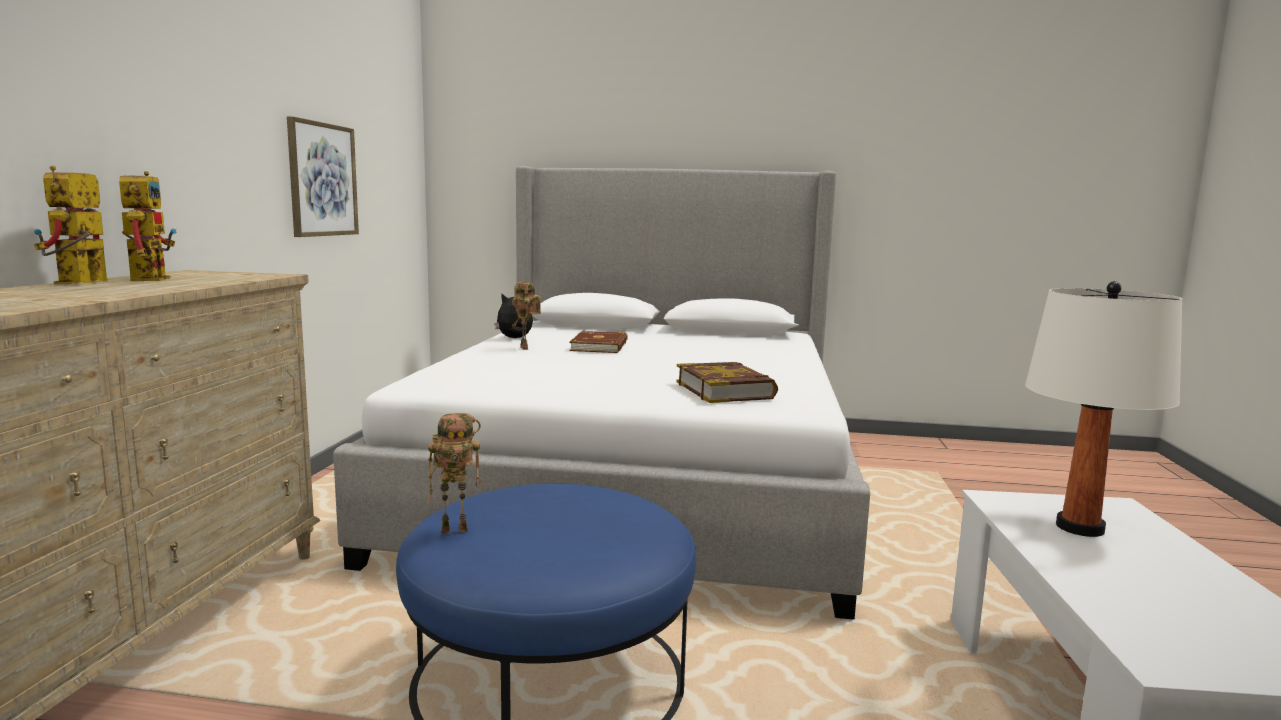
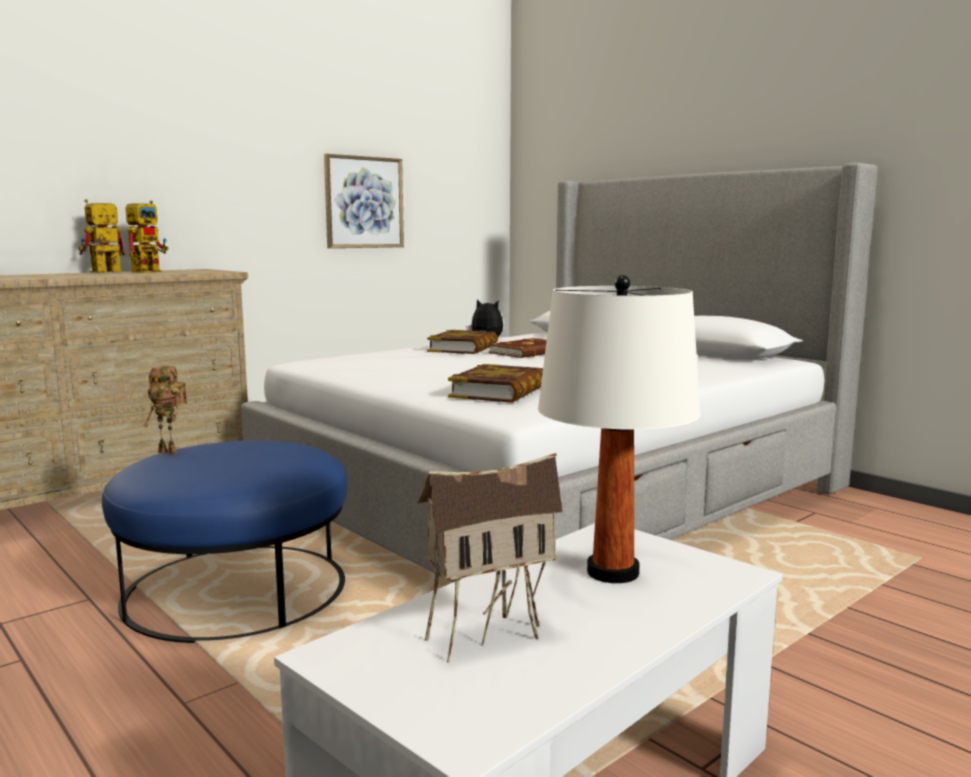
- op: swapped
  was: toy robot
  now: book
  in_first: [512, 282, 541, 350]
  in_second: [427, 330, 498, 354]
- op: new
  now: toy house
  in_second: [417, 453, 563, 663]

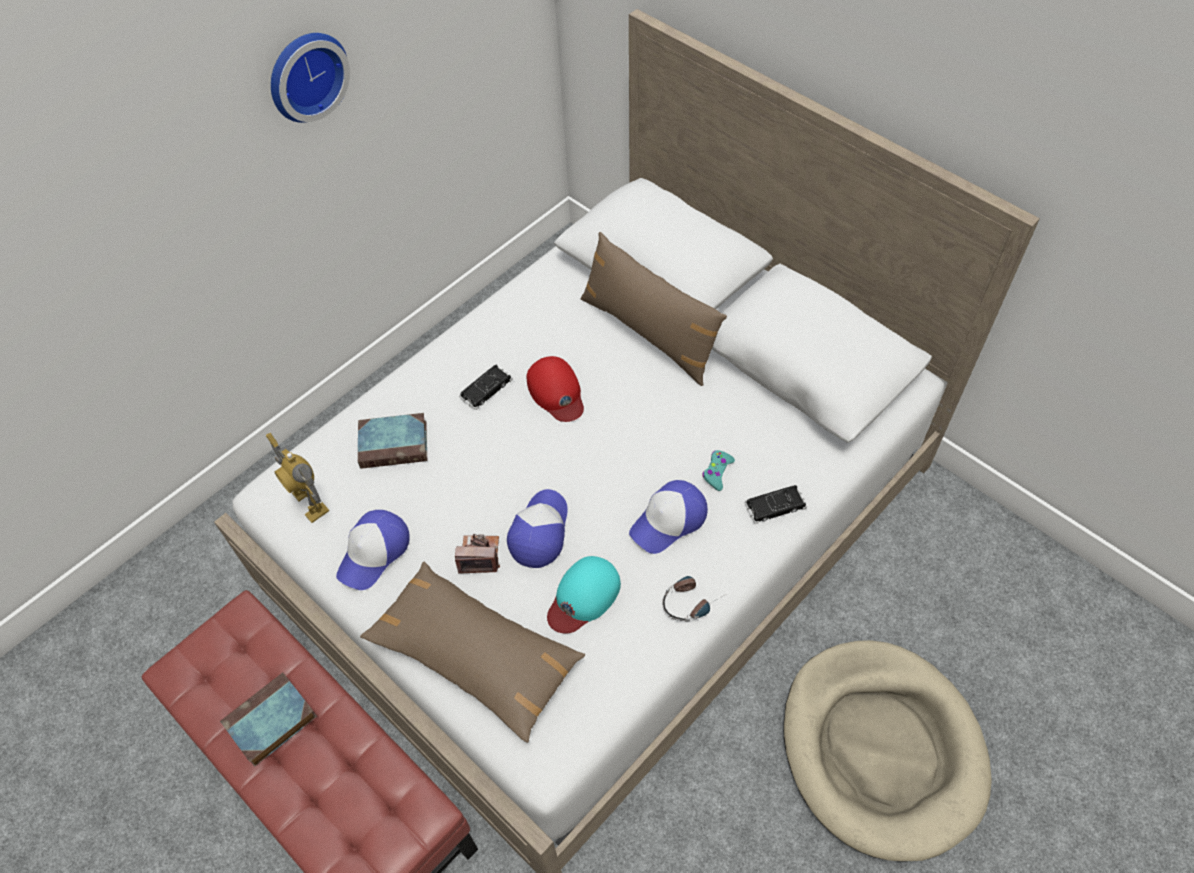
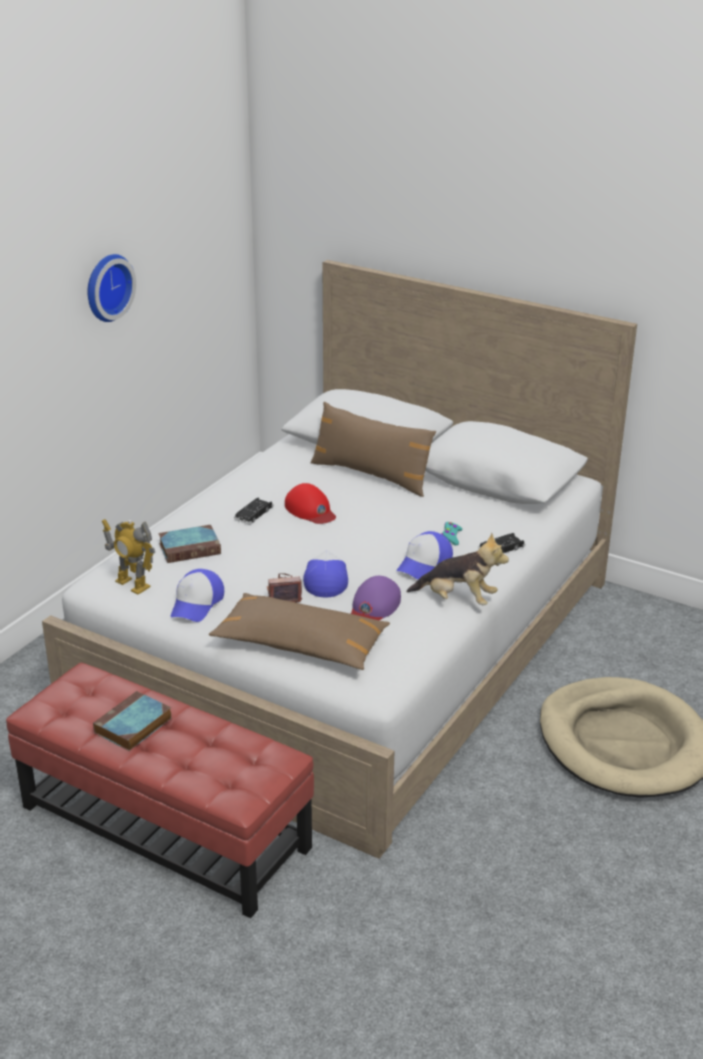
- op: repainted
  was: turquoise cap
  now: purple cap
  in_first: [547, 556, 621, 634]
  in_second: [351, 576, 401, 620]
- op: swapped
  was: headphones
  now: plush toy
  in_first: [662, 576, 725, 622]
  in_second: [406, 533, 509, 605]

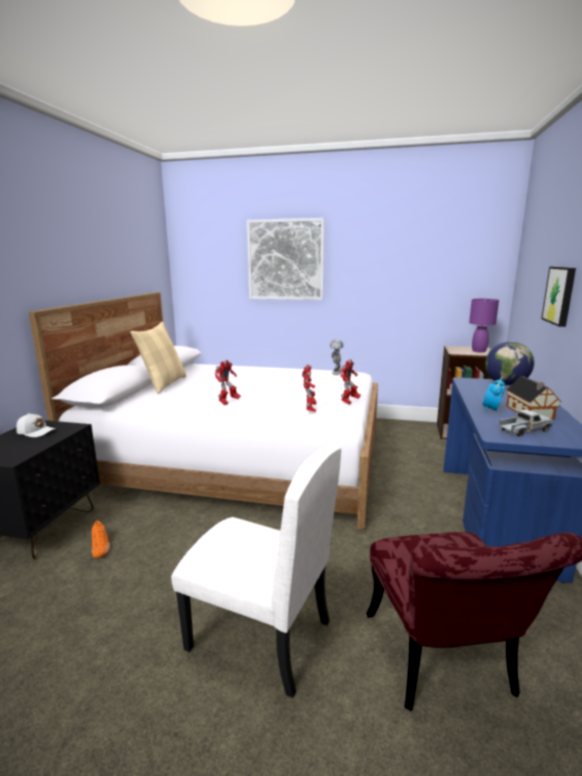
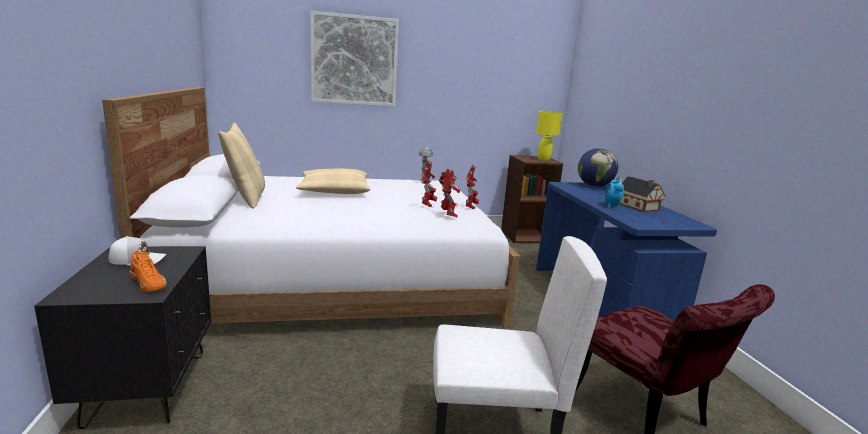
- op: shifted
  was: orange shoe
  in_first: [91, 521, 110, 558]
  in_second: [130, 250, 167, 292]
- op: shifted
  was: toy robot
  in_first: [214, 360, 241, 405]
  in_second: [422, 161, 438, 207]
- op: repainted
  was: purple table lamp
  now: yellow table lamp
  in_first: [469, 299, 499, 353]
  in_second: [536, 111, 562, 161]
- op: gone
  was: toy truck
  in_first: [499, 410, 553, 437]
- op: gone
  was: picture
  in_first: [541, 267, 576, 327]
- op: new
  now: beige pillow
  in_second: [296, 169, 370, 194]

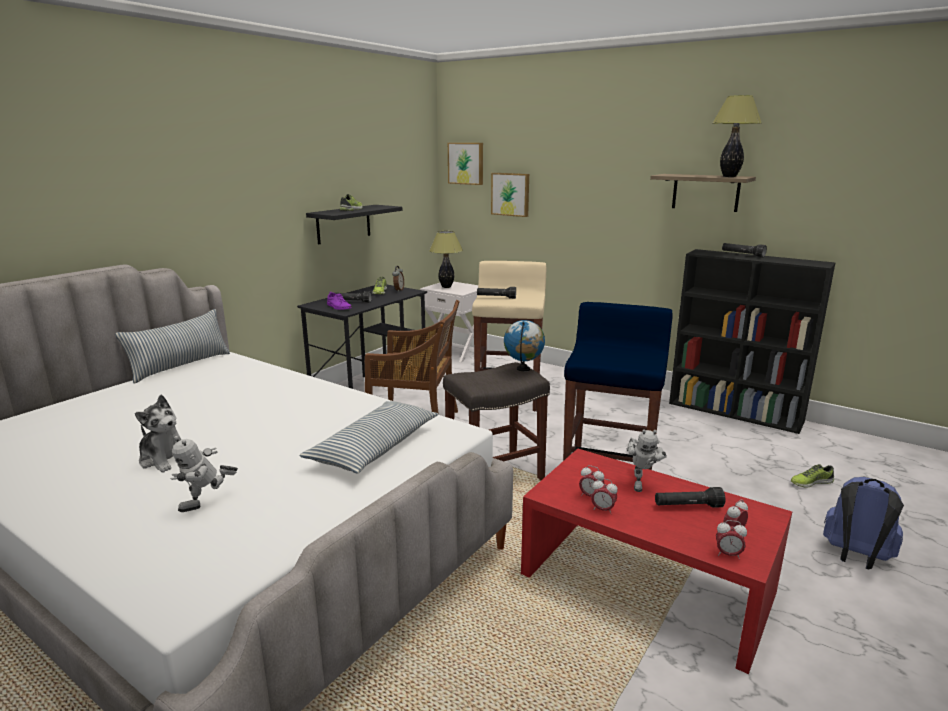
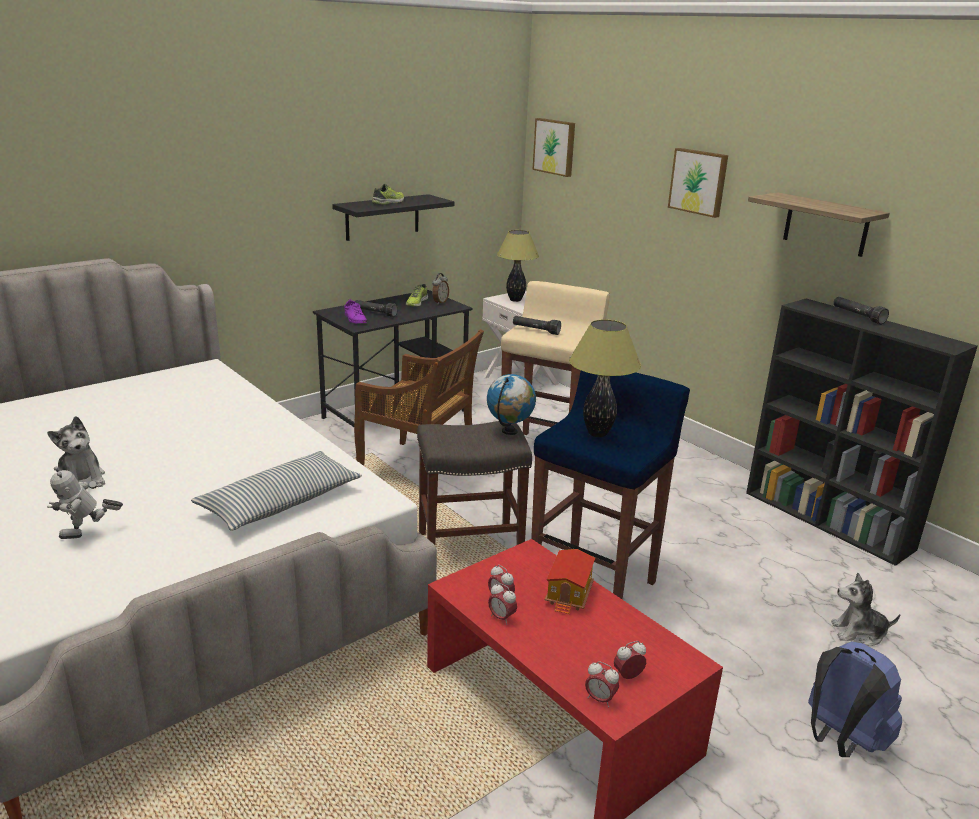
- op: gone
  was: pillow
  in_first: [115, 309, 230, 384]
- op: shifted
  was: picture
  in_first: [491, 173, 529, 217]
  in_second: [668, 148, 728, 218]
- op: swapped
  was: toy robot
  now: toy house
  in_first: [627, 430, 667, 492]
  in_second: [545, 549, 595, 615]
- op: gone
  was: black flashlight
  in_first: [655, 487, 725, 508]
- op: shifted
  was: table lamp
  in_first: [712, 95, 762, 177]
  in_second: [569, 319, 641, 437]
- op: swapped
  was: shoe
  now: plush toy
  in_first: [791, 464, 834, 488]
  in_second: [831, 573, 900, 646]

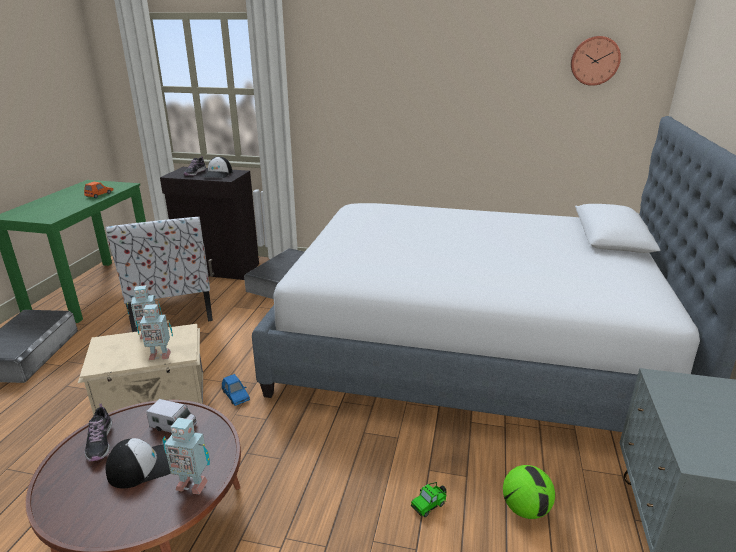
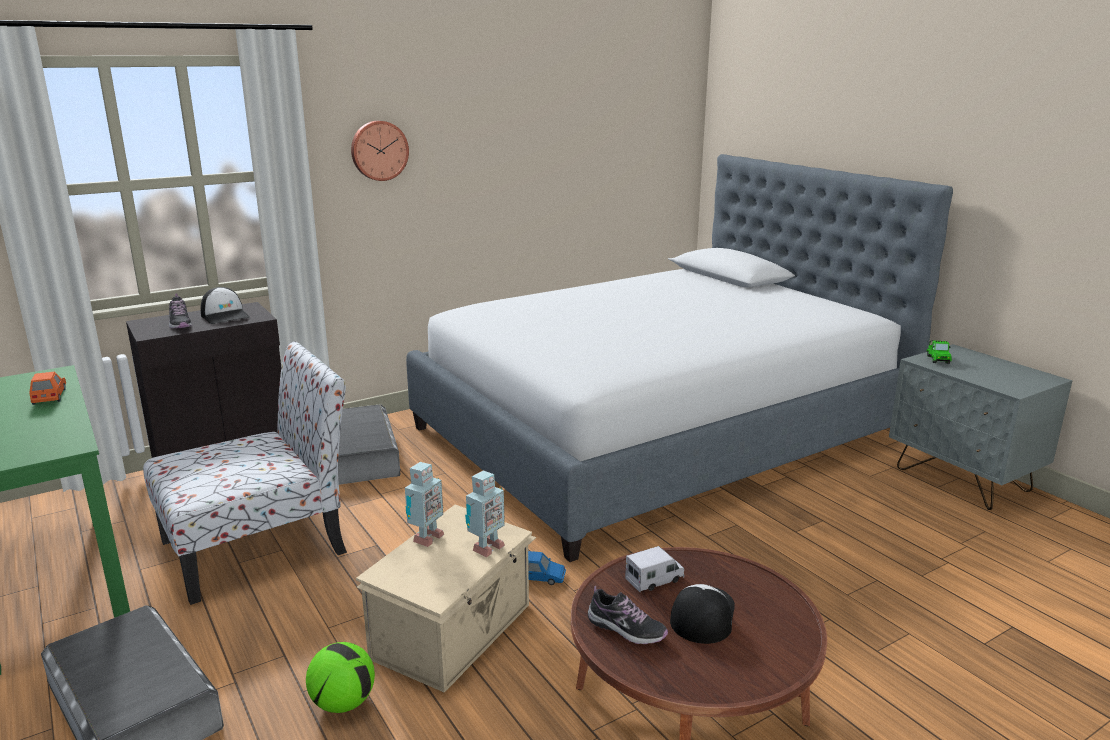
- op: rotated
  was: chair
  in_first: [106, 216, 213, 332]
  in_second: [143, 341, 347, 605]
  clockwise: -60
- op: gone
  was: toy robot
  in_first: [162, 418, 210, 495]
- op: shifted
  was: toy car
  in_first: [411, 482, 447, 517]
  in_second: [927, 340, 952, 364]
- op: shifted
  was: football
  in_first: [503, 465, 555, 519]
  in_second: [306, 642, 375, 713]
- op: shifted
  was: wall clock
  in_first: [571, 36, 621, 86]
  in_second: [351, 121, 409, 181]

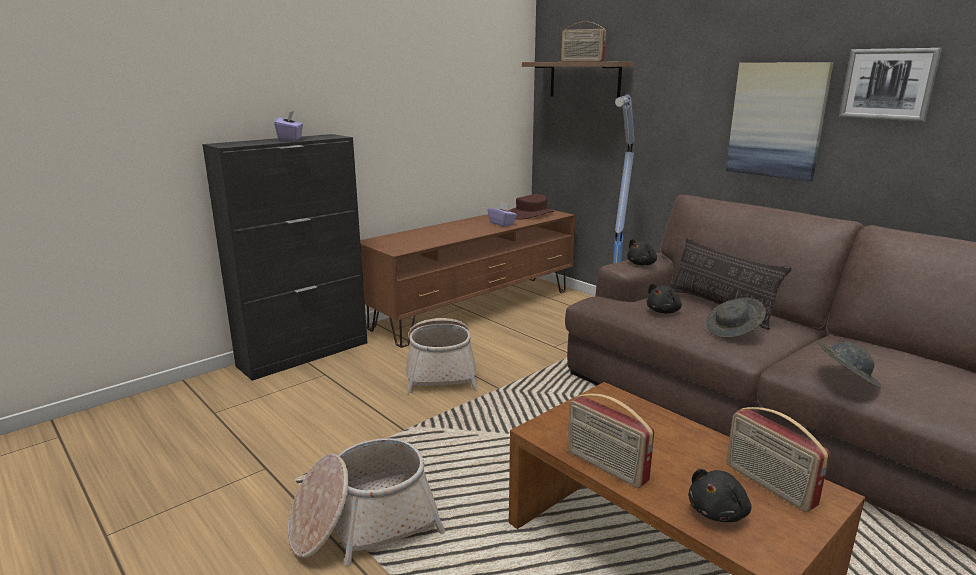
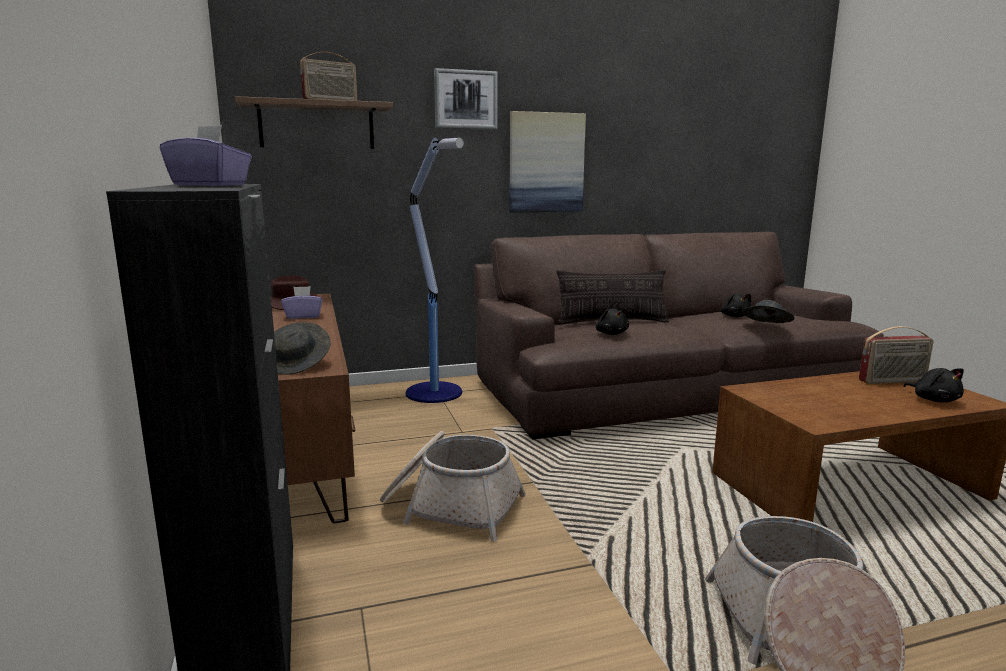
- op: gone
  was: radio
  in_first: [567, 394, 654, 488]
- op: shifted
  was: black plush toy
  in_first: [627, 239, 657, 265]
  in_second: [721, 294, 752, 317]
- op: shifted
  was: grey hat
  in_first: [706, 298, 766, 338]
  in_second: [274, 322, 331, 375]
- op: shifted
  was: picture
  in_first: [839, 48, 942, 122]
  in_second: [434, 68, 498, 130]

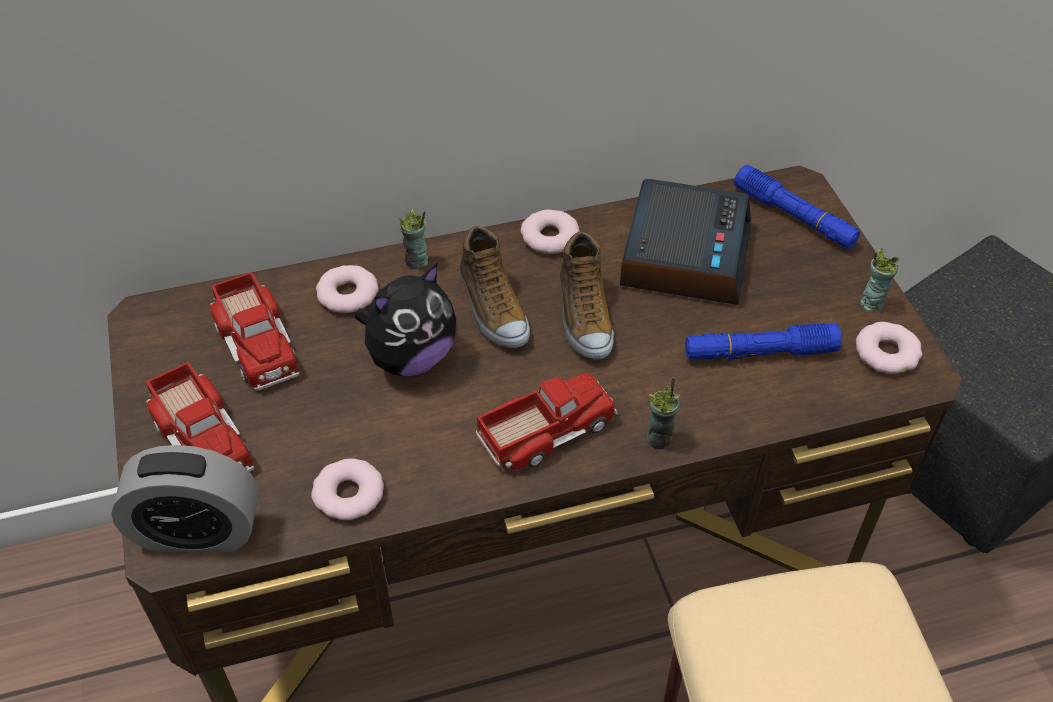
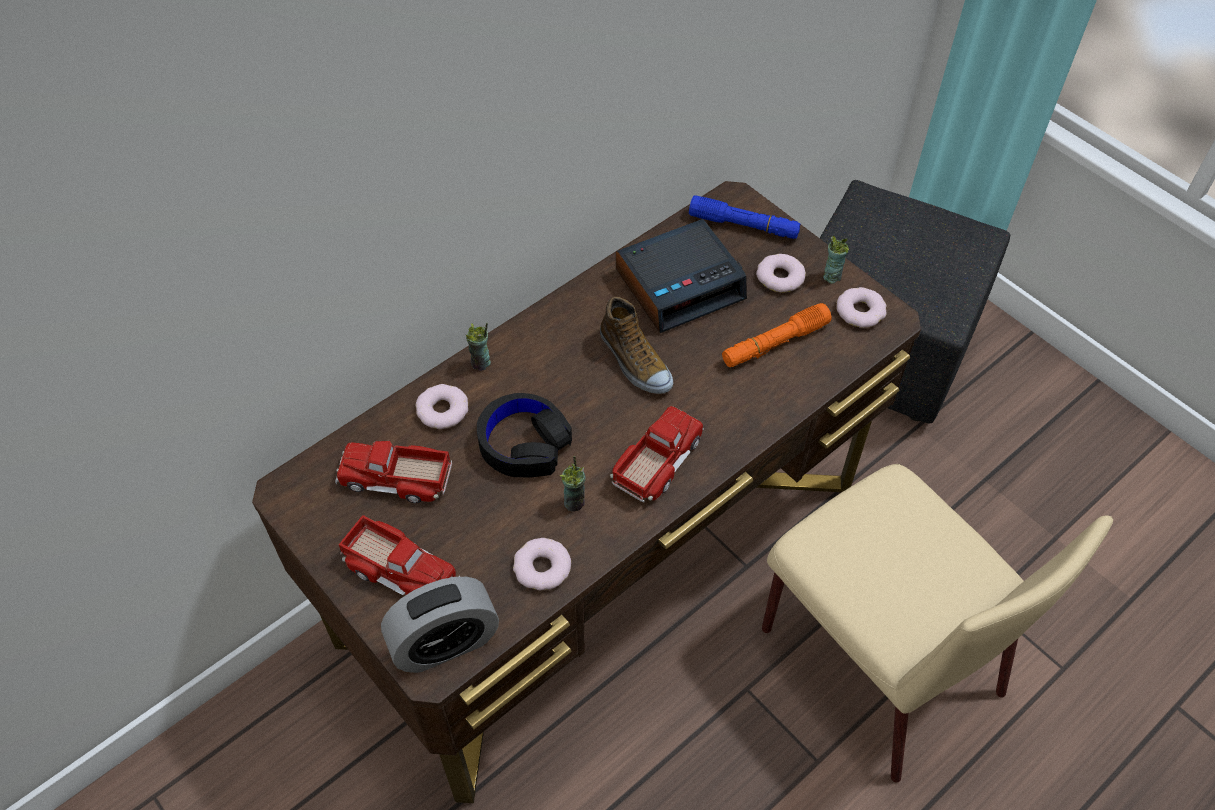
- op: rotated
  was: toy truck
  in_first: [210, 272, 300, 391]
  in_second: [335, 441, 452, 503]
  clockwise: 150
- op: swapped
  was: plush toy
  now: black headphones
  in_first: [355, 264, 456, 377]
  in_second: [477, 393, 572, 477]
- op: gone
  was: shoe
  in_first: [460, 226, 530, 348]
- op: shifted
  was: donut
  in_first: [521, 209, 580, 254]
  in_second: [756, 254, 806, 292]
- op: rotated
  was: alarm clock
  in_first: [620, 179, 751, 305]
  in_second: [616, 219, 747, 333]
  clockwise: 75
- op: shifted
  was: cup
  in_first: [646, 377, 680, 449]
  in_second: [560, 456, 586, 511]
- op: repainted
  was: blue flashlight
  now: orange flashlight
  in_first: [685, 323, 842, 361]
  in_second: [722, 303, 832, 367]

